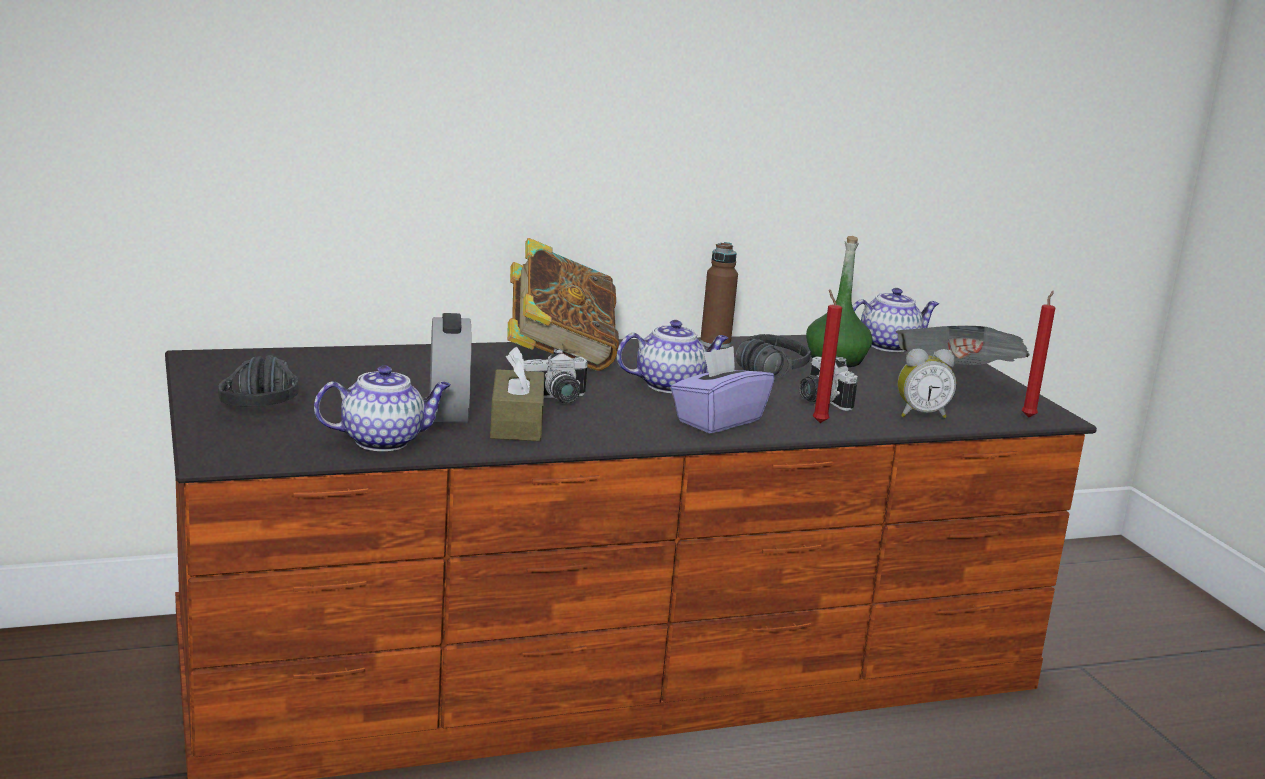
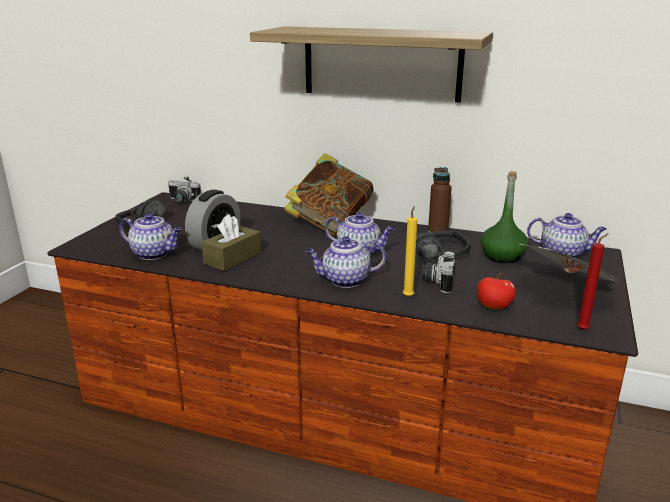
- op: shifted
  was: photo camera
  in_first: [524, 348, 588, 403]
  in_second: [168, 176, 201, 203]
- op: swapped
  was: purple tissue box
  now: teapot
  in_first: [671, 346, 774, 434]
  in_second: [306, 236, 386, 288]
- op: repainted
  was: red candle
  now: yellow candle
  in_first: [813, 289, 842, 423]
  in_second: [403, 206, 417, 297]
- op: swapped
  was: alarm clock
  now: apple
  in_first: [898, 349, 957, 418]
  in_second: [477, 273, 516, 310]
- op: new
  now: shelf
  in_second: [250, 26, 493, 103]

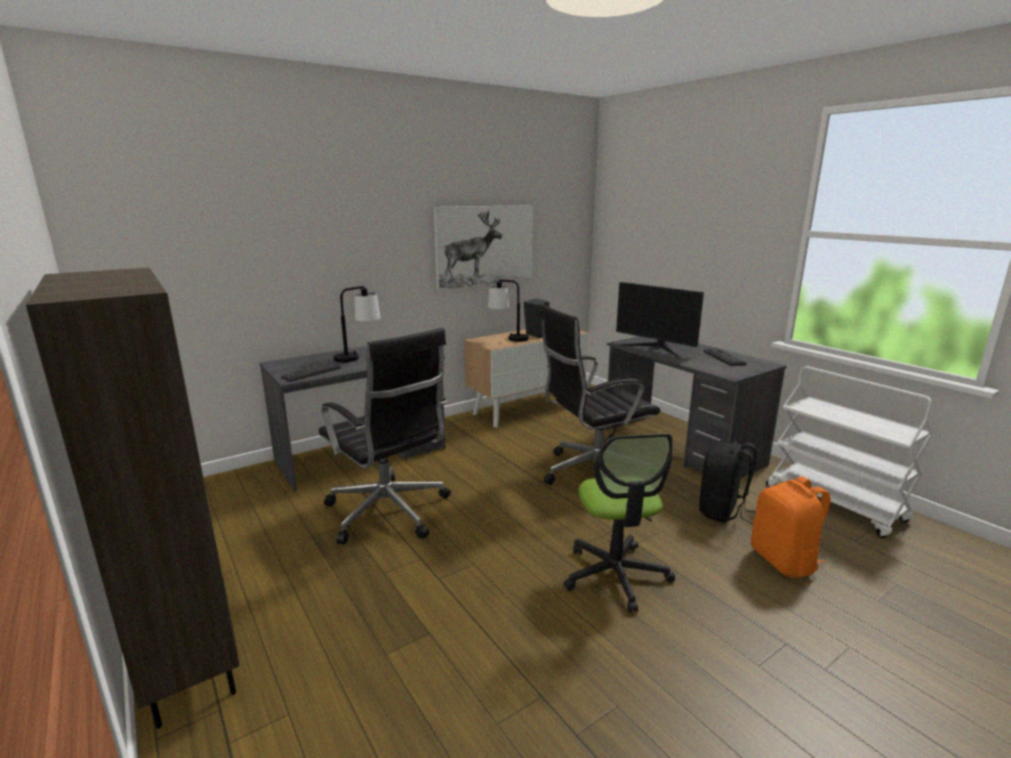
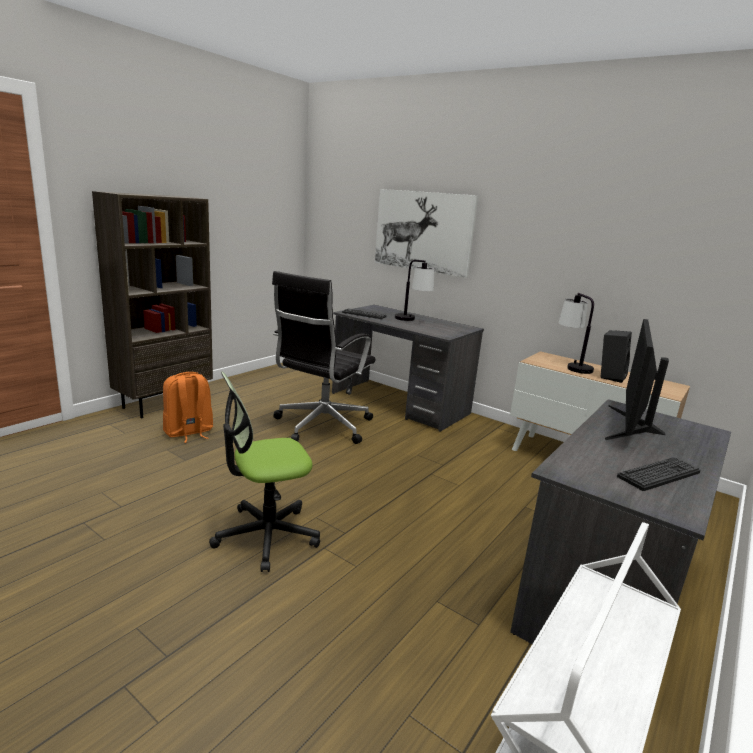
- op: shifted
  was: picture
  in_first: [434, 205, 533, 290]
  in_second: [375, 189, 478, 278]
- op: gone
  was: black office chair
  in_first: [539, 304, 660, 485]
- op: gone
  was: black backpack
  in_first: [699, 441, 757, 525]
- op: shifted
  was: orange backpack
  in_first: [751, 476, 831, 578]
  in_second: [163, 372, 213, 443]

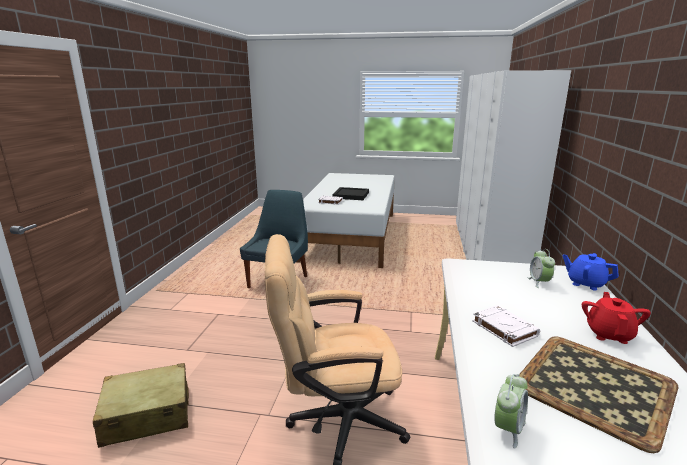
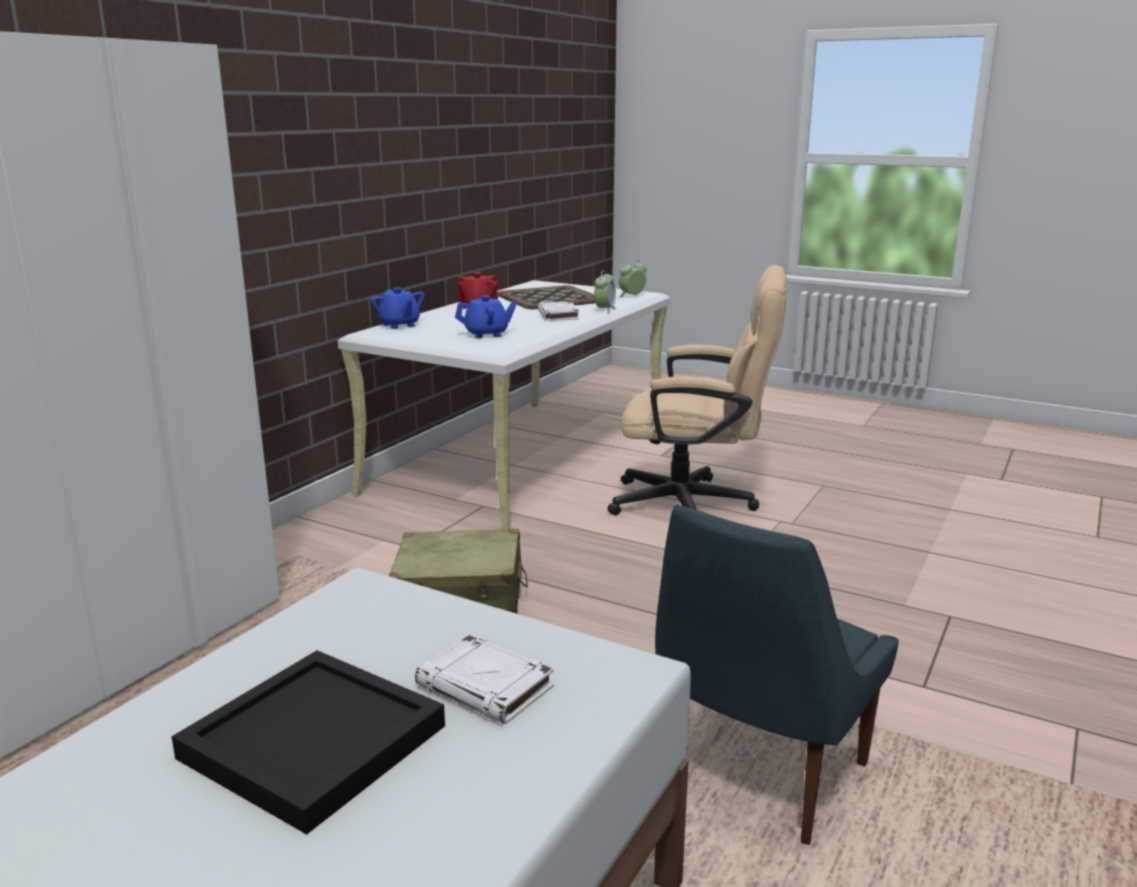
- op: shifted
  was: beige suitcase
  in_first: [93, 363, 189, 448]
  in_second: [389, 529, 528, 613]
- op: shifted
  was: alarm clock
  in_first: [528, 249, 555, 288]
  in_second: [594, 270, 616, 314]
- op: new
  now: blue teapot
  in_second: [455, 295, 517, 338]

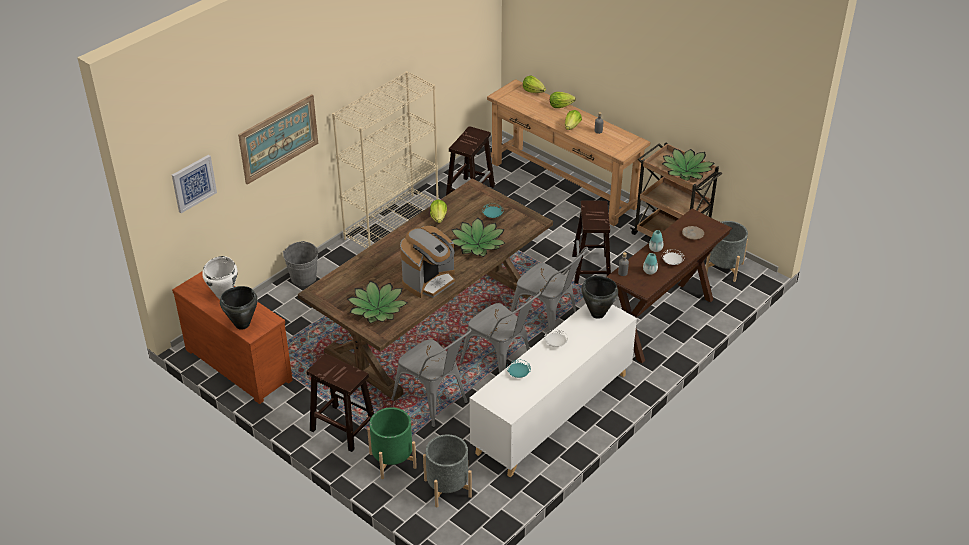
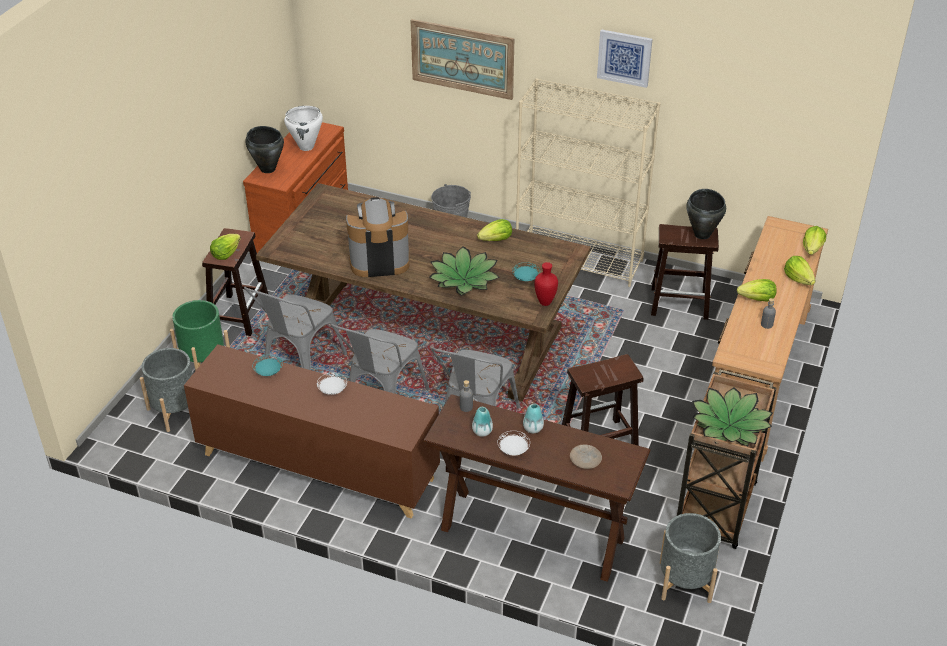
- op: shifted
  was: picture
  in_first: [172, 155, 217, 213]
  in_second: [597, 29, 653, 88]
- op: gone
  was: potted plant
  in_first: [348, 280, 407, 323]
- op: rotated
  was: coffee machine
  in_first: [400, 226, 455, 298]
  in_second: [346, 197, 410, 277]
  clockwise: 150
- op: repainted
  was: white cabinet
  now: brown cabinet
  in_first: [469, 304, 637, 477]
  in_second: [184, 344, 440, 519]
- op: shifted
  was: black cooking pot
  in_first: [581, 276, 618, 319]
  in_second: [686, 189, 726, 239]
- op: new
  now: lettuce
  in_second: [210, 234, 241, 260]
- op: new
  now: red vase
  in_second: [534, 262, 558, 306]

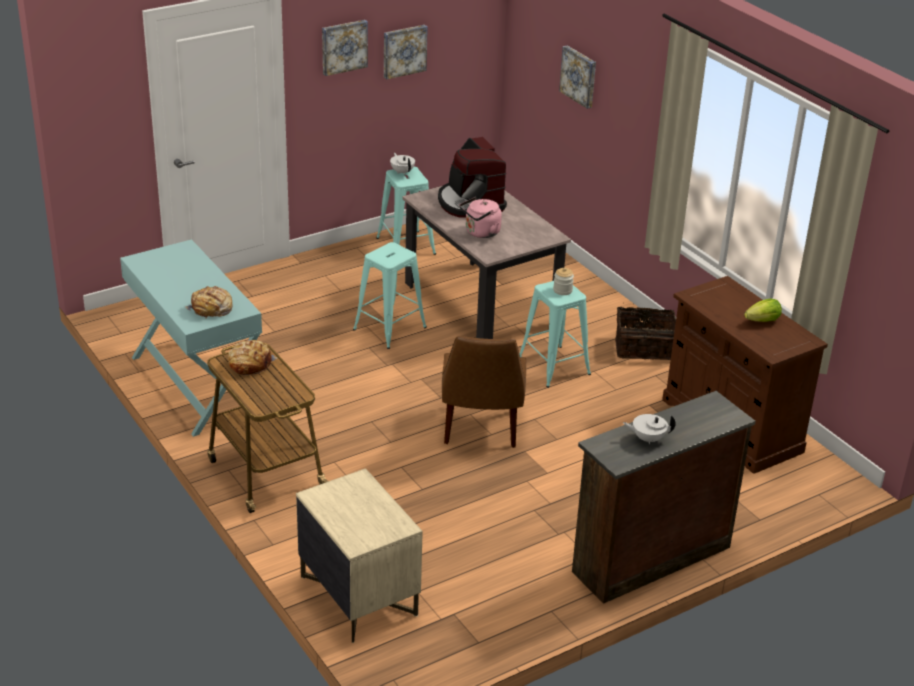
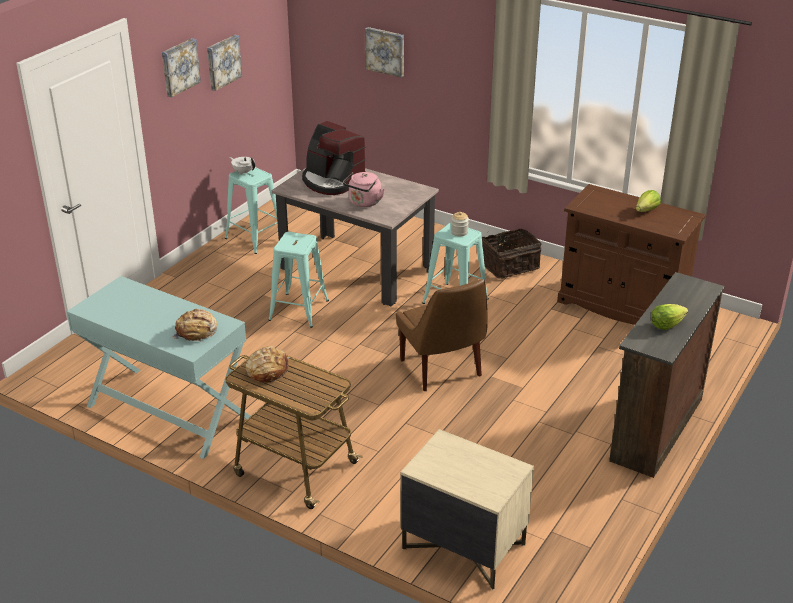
- op: swapped
  was: white teapot
  now: lettuce
  in_first: [623, 414, 676, 444]
  in_second: [651, 304, 688, 330]

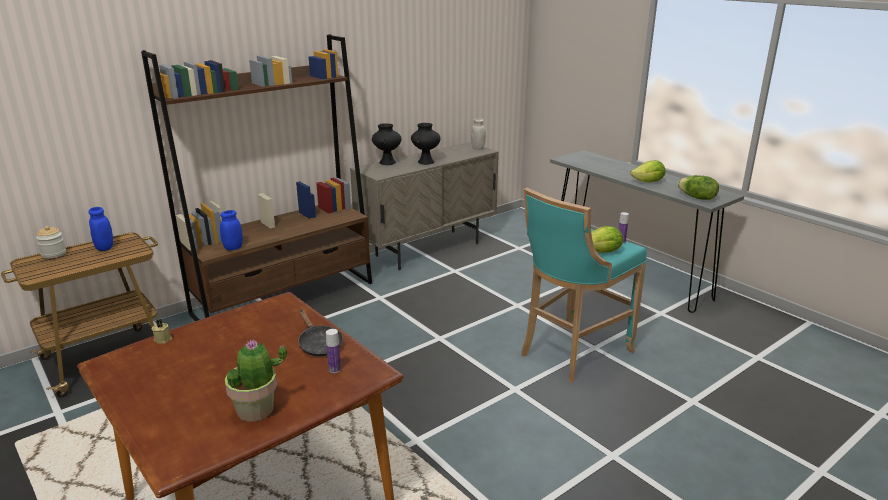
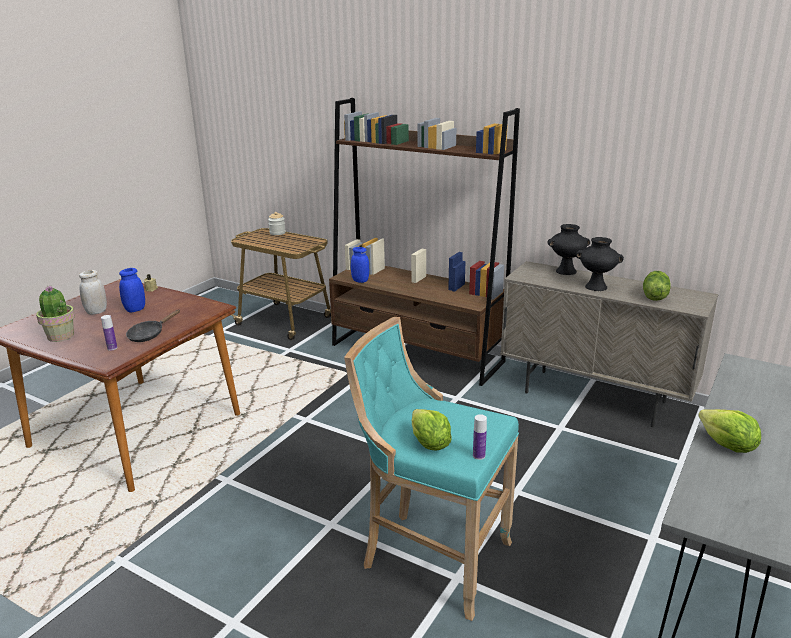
- op: shifted
  was: blue jar
  in_first: [89, 207, 113, 251]
  in_second: [119, 268, 145, 313]
- op: shifted
  was: white jar
  in_first: [471, 118, 486, 150]
  in_second: [79, 270, 107, 315]
- op: shifted
  was: lettuce
  in_first: [678, 175, 719, 200]
  in_second: [643, 271, 671, 301]

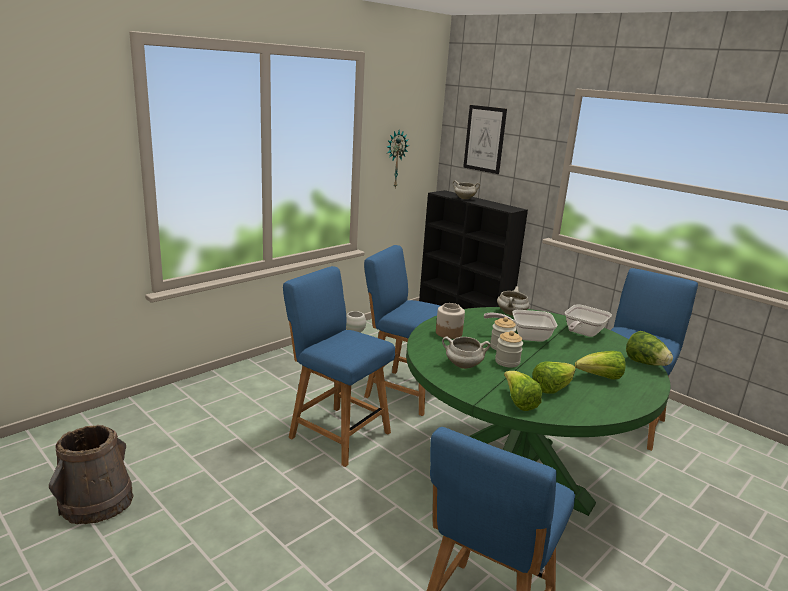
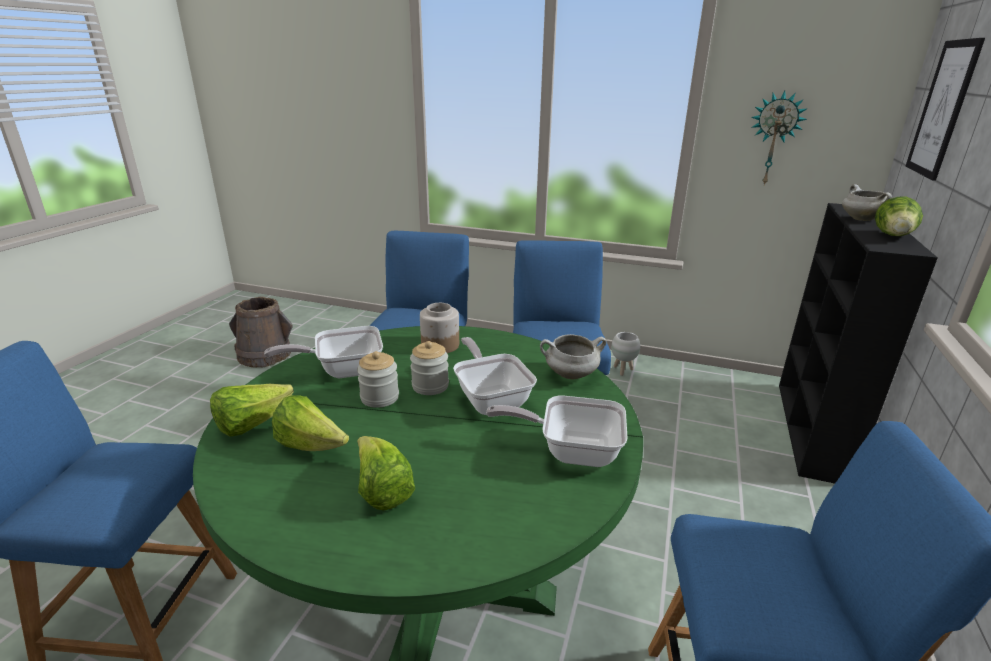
- op: swapped
  was: white cooking pot
  now: frying pan
  in_first: [442, 337, 491, 369]
  in_second: [264, 326, 383, 378]
- op: shifted
  was: lettuce
  in_first: [626, 331, 673, 366]
  in_second: [875, 197, 923, 236]

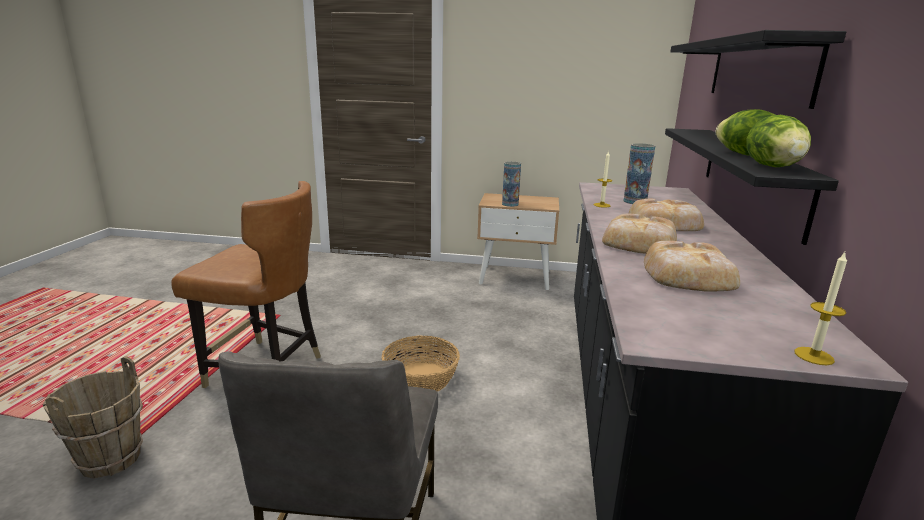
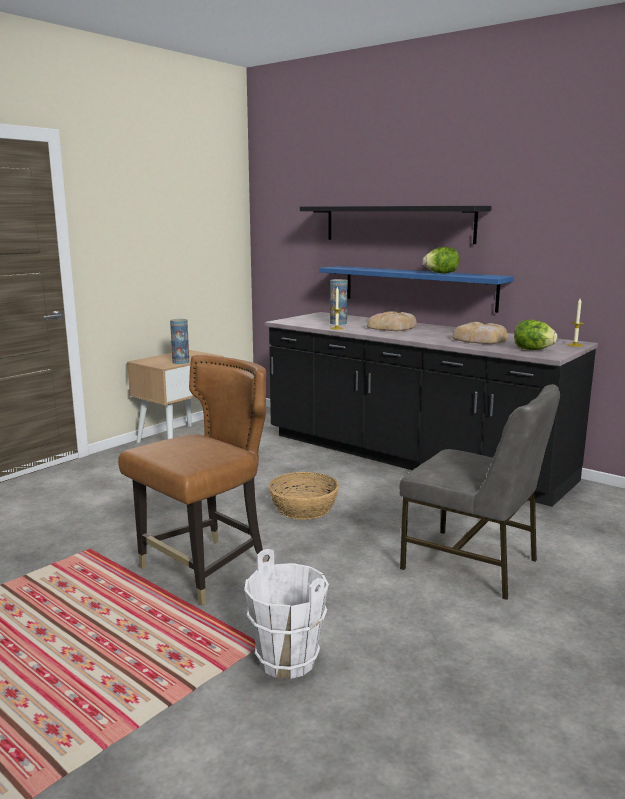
- op: repainted
  was: brown bucket
  now: white bucket
  in_first: [43, 356, 143, 479]
  in_second: [244, 549, 329, 679]
- op: gone
  was: bread
  in_first: [602, 214, 677, 254]
- op: repainted
  was: black shelf
  now: blue shelf
  in_first: [665, 128, 839, 245]
  in_second: [320, 266, 514, 313]
- op: shifted
  was: lettuce
  in_first: [746, 115, 811, 167]
  in_second: [514, 320, 557, 350]

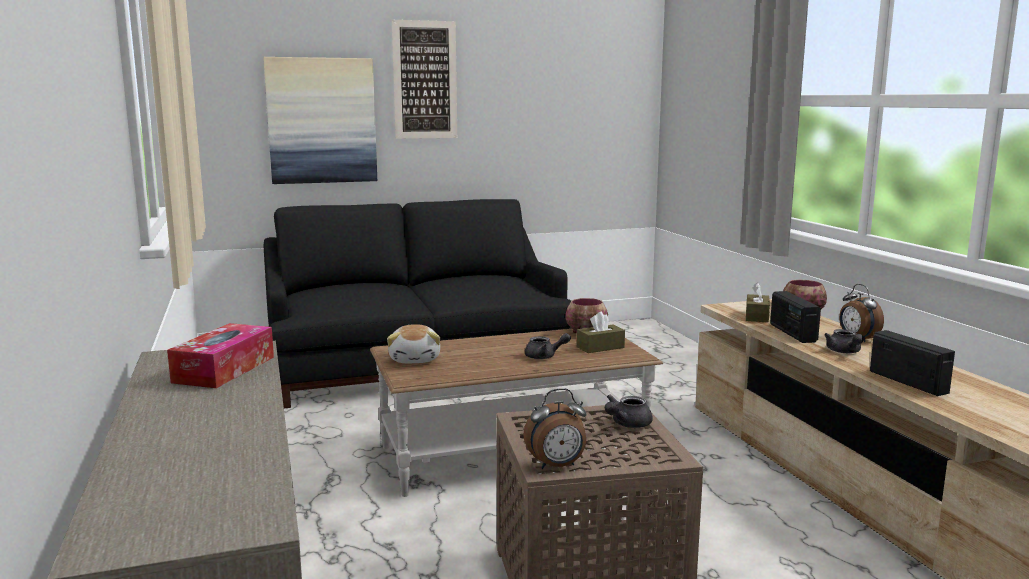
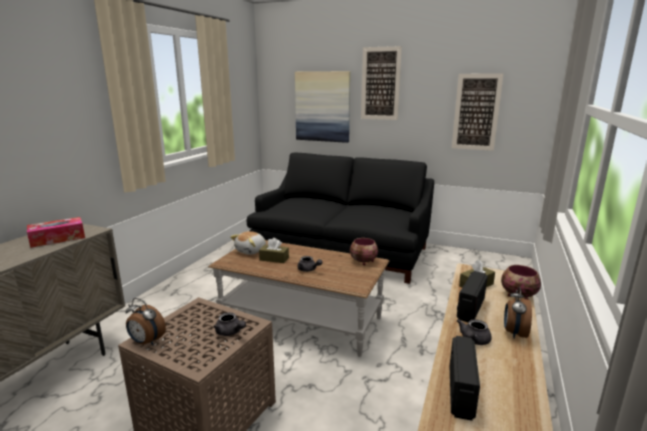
- op: shifted
  was: brown tissue box
  in_first: [577, 312, 625, 353]
  in_second: [259, 238, 289, 263]
- op: rotated
  was: grey teapot
  in_first: [605, 394, 653, 428]
  in_second: [213, 312, 246, 336]
  clockwise: -135
- op: new
  now: picture
  in_second: [452, 73, 504, 151]

